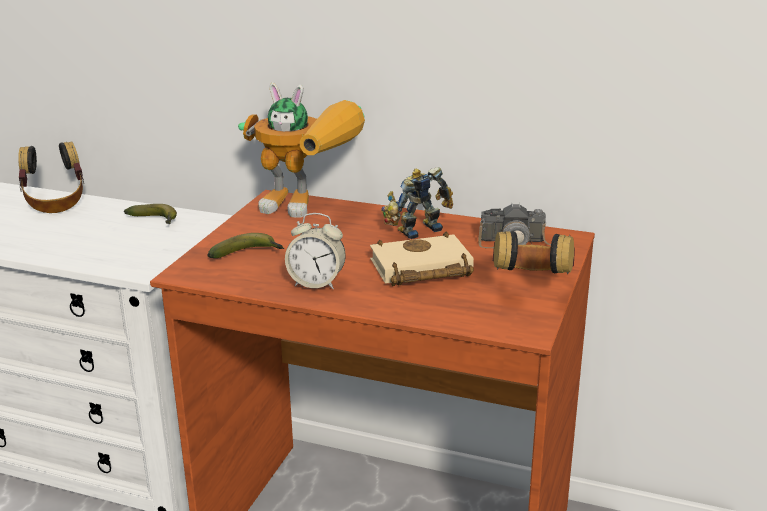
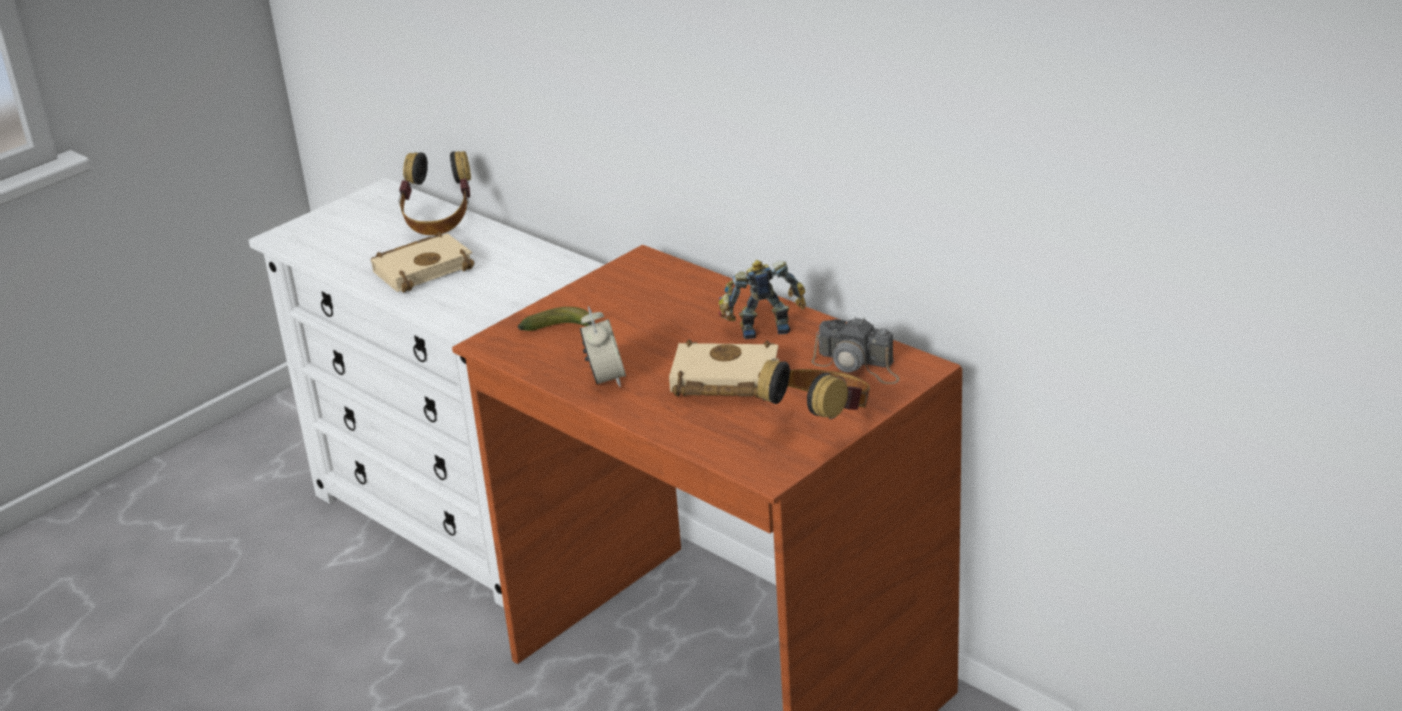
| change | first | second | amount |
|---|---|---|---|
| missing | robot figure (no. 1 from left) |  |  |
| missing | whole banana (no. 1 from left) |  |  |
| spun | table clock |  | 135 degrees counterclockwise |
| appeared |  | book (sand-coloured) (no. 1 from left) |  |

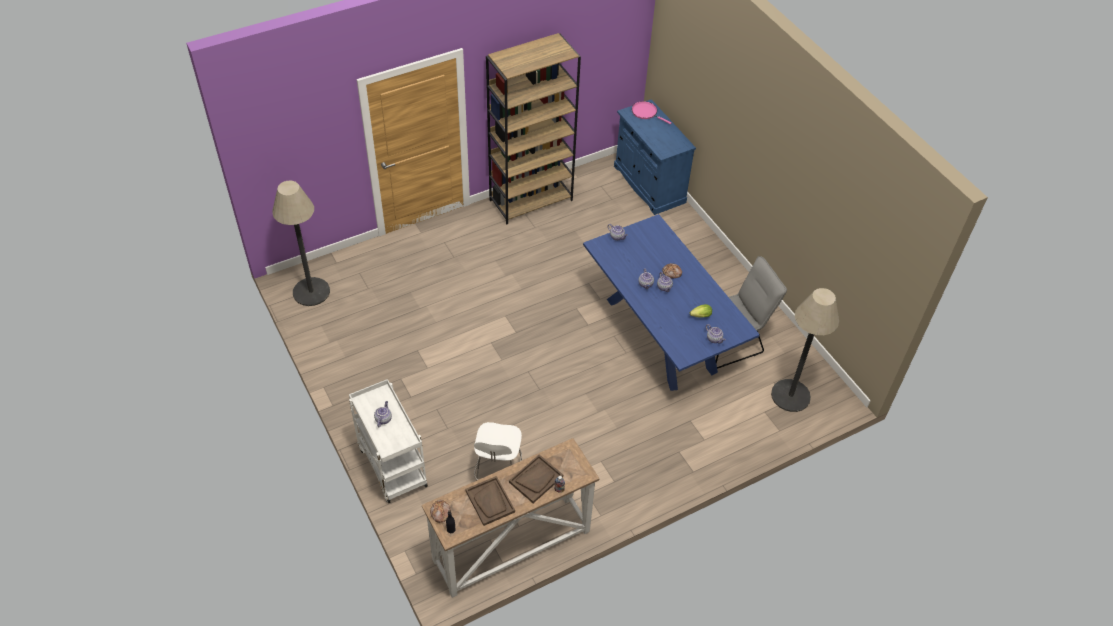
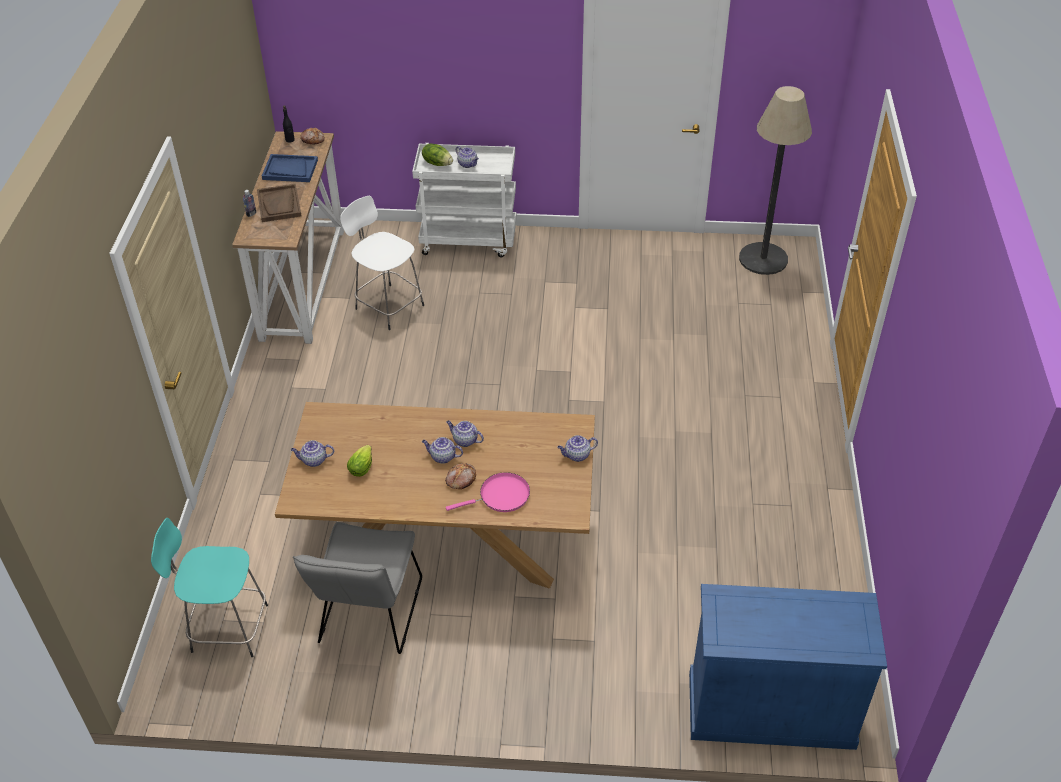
| change | first | second | amount |
|---|---|---|---|
| missing | bookcase (brown-coloured) |  |  |
| relocated | pan (pink) |  |  |
| colour | kitchen table (blue-coloured) | kitchen table (brown-coloured) |  |
| exchanged | standard lamp (no. 2 from left) | stool seat (turquoise) |  |
| colour | serving tray (brown-coloured) (no. 1 from left) | serving tray (blue-coloured) |  |
| appeared |  | lettuce (no. 2 from left) |  |

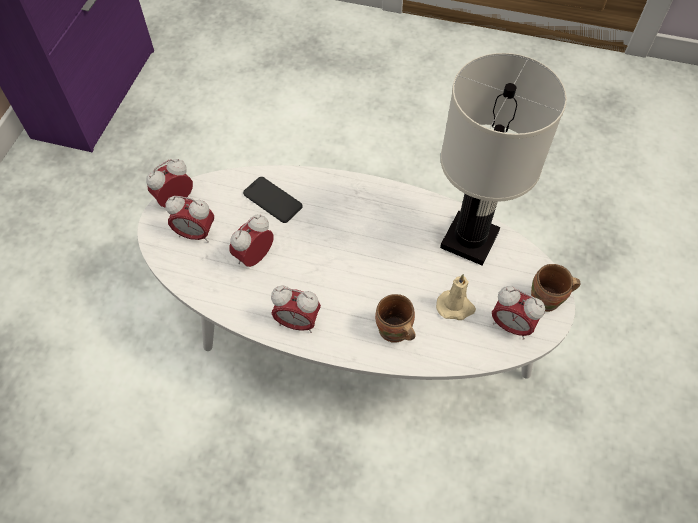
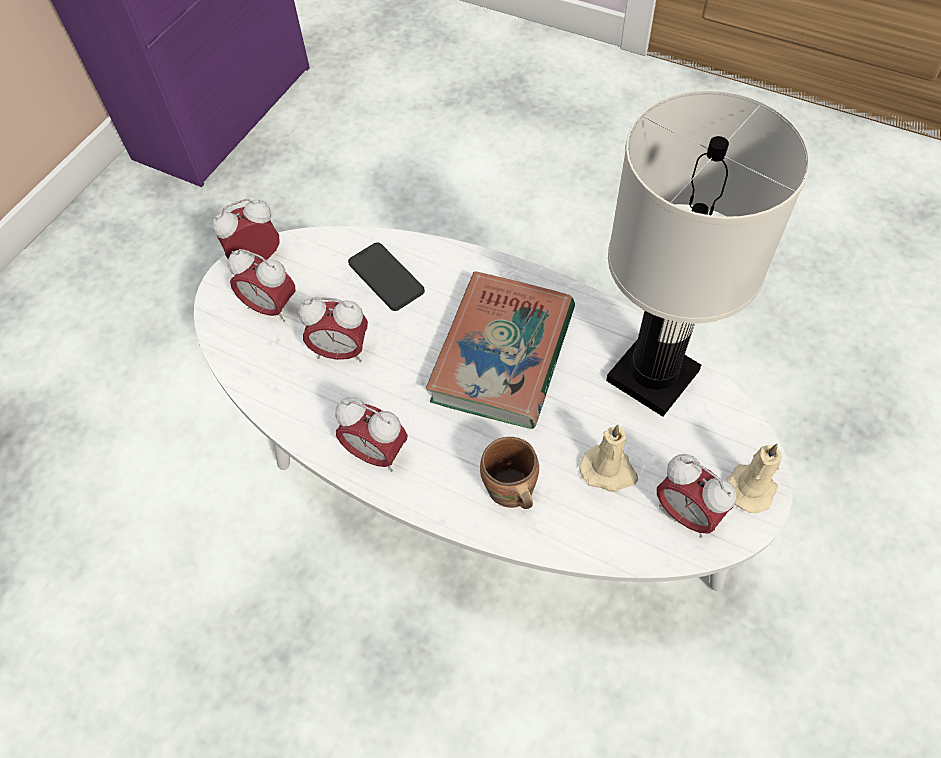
| change | first | second | amount |
|---|---|---|---|
| spun | table clock (no. 3 from left) |  | 135 degrees counterclockwise |
| exchanged | coffee mug (brown-coloured) (no. 2 from left) | wax candle (sand-coloured) (no. 2 from left) |  |
| appeared |  | book |  |

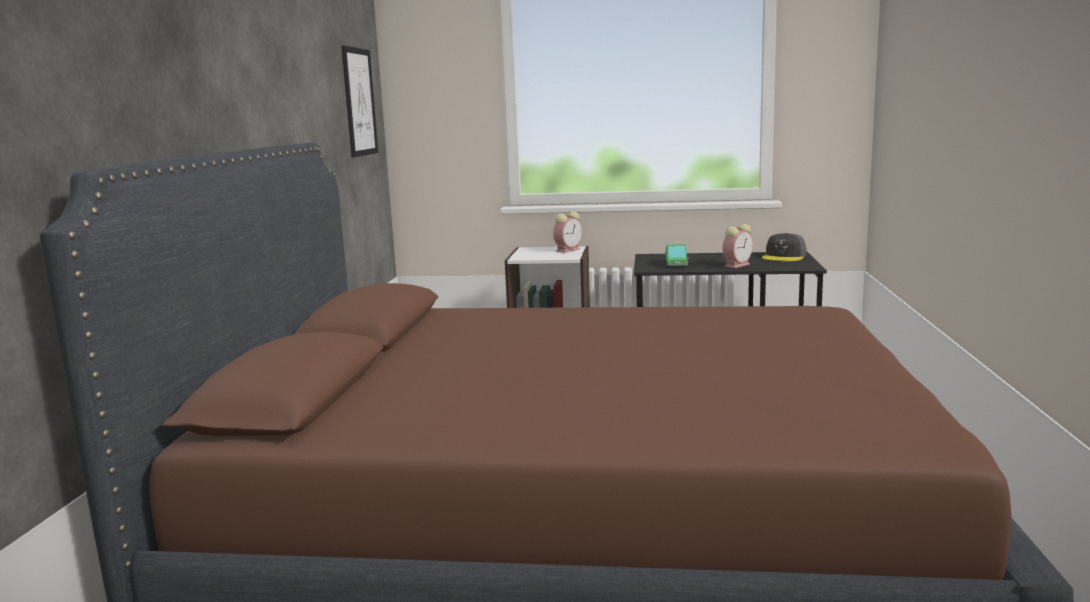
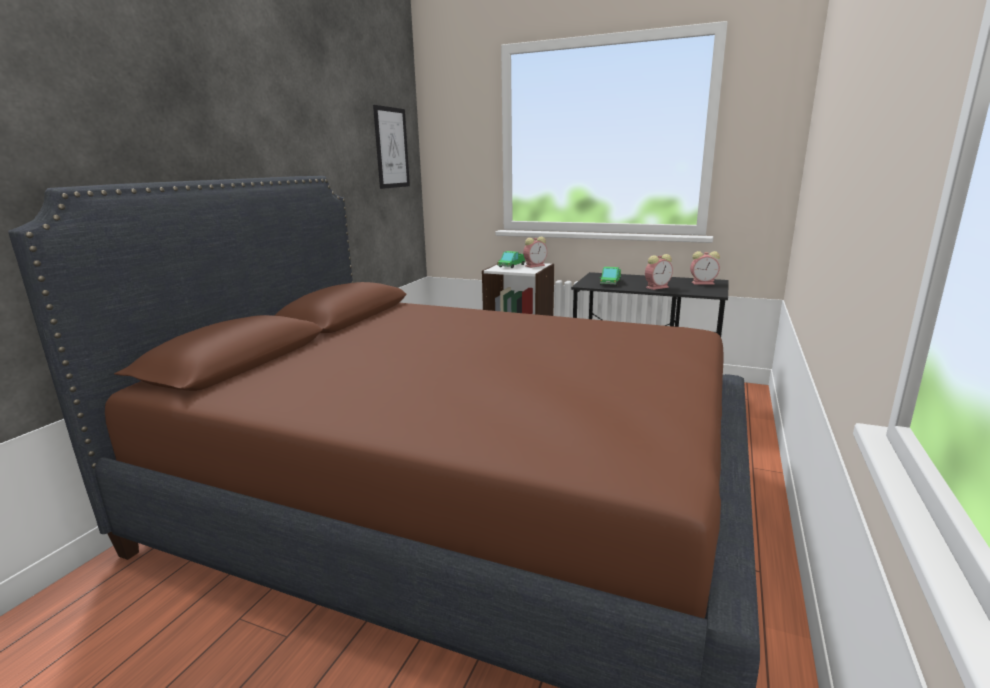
| change | first | second | amount |
|---|---|---|---|
| exchanged | baseball cap (grey) | table clock (no. 3 from left) |  |
| appeared |  | model truck (no. 1 from left) |  |

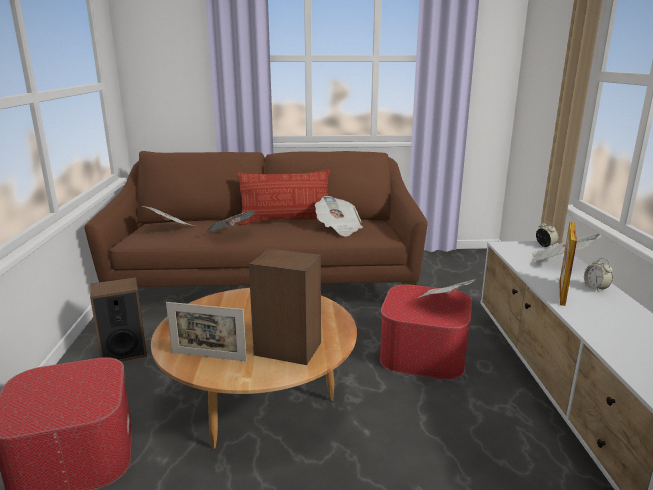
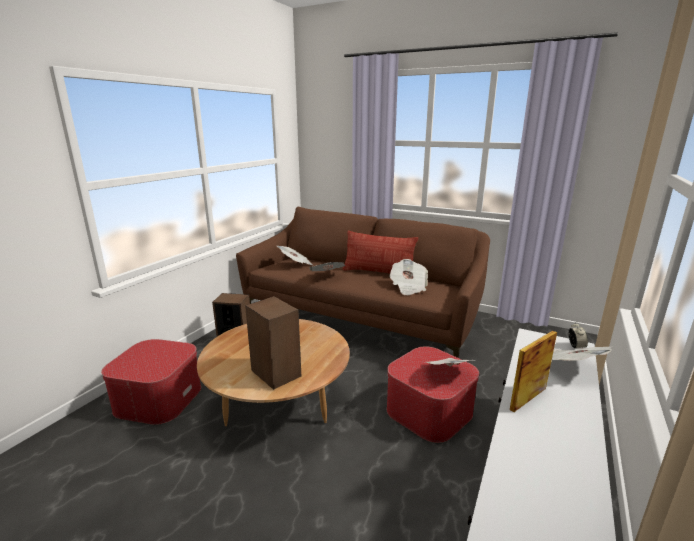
| change | first | second | amount |
|---|---|---|---|
| missing | table clock (no. 2 from left) |  |  |
| missing | photo frame (no. 1 from left) |  |  |

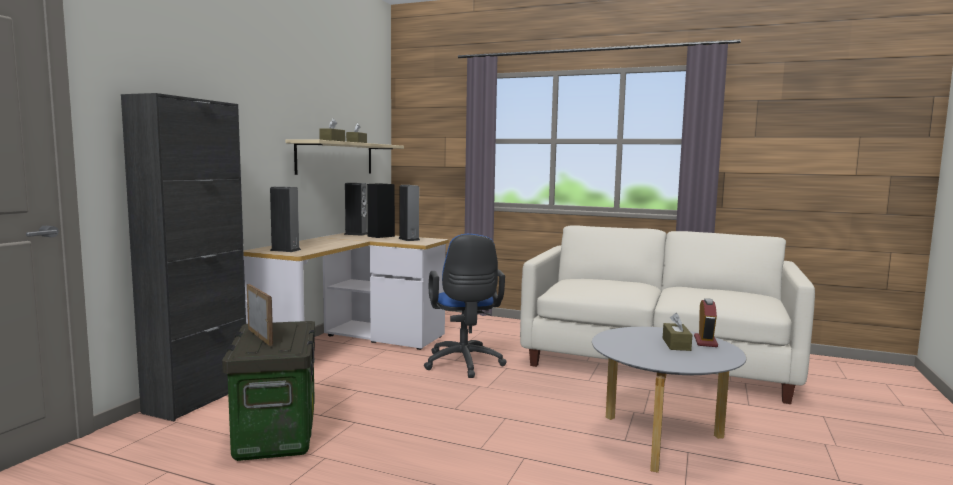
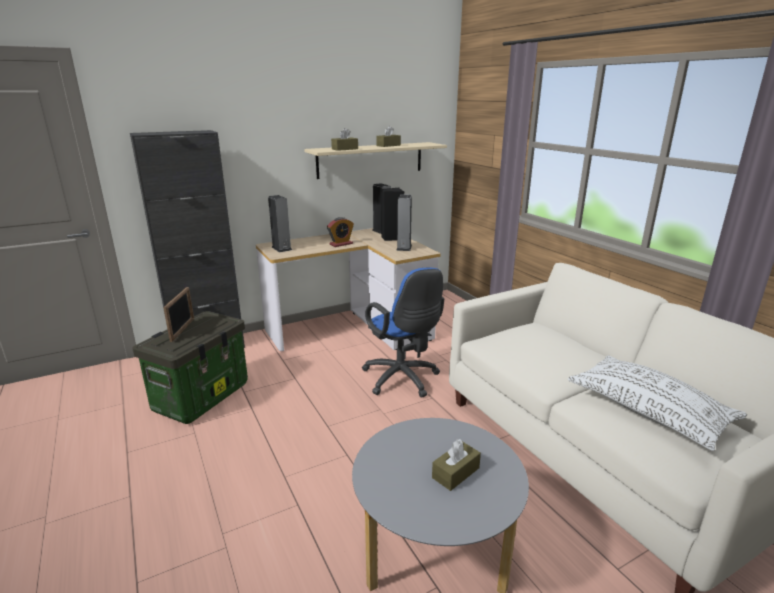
| change | first | second | amount |
|---|---|---|---|
| spun | office chair (blue-coloured) |  | 60 degrees counterclockwise |
| relocated | table clock |  |  |
| appeared |  | cushion (whitish) |  |

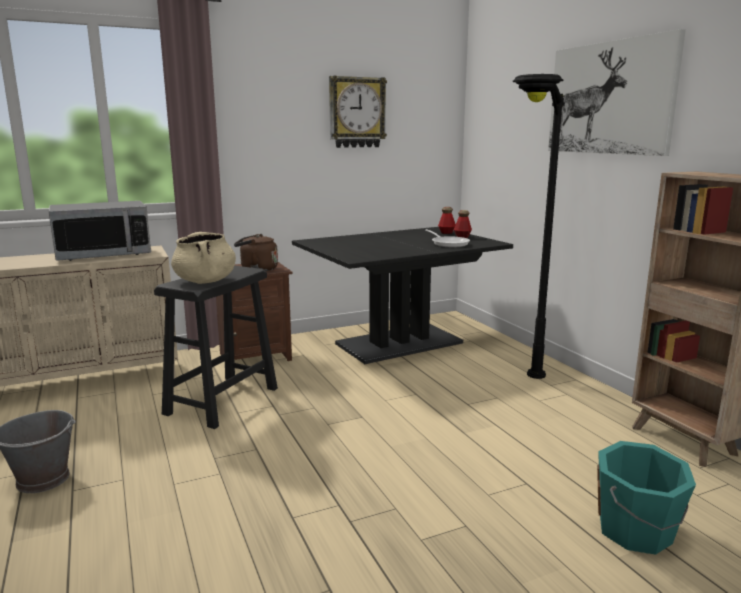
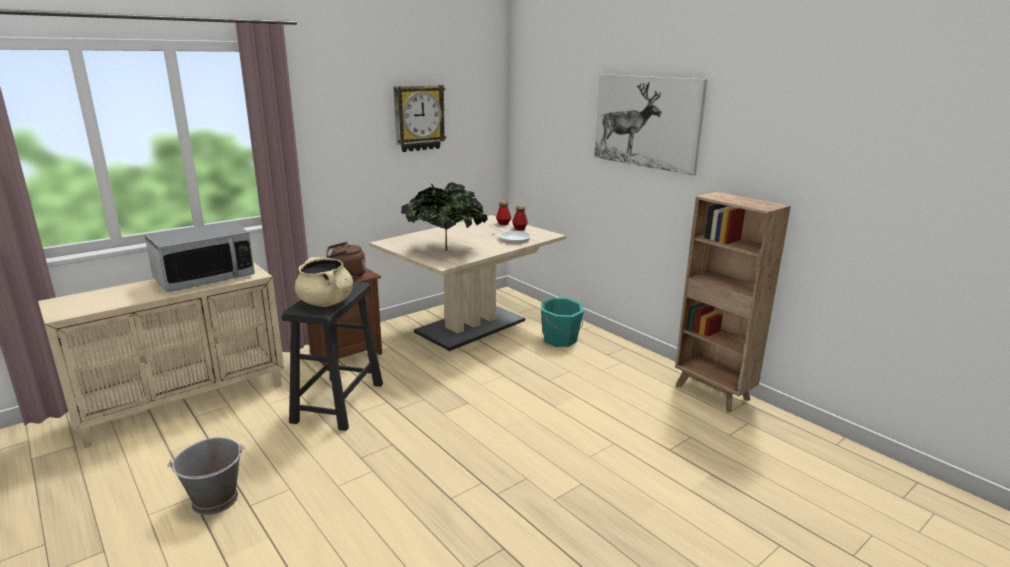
| change | first | second | amount |
|---|---|---|---|
| missing | standard lamp (black-coloured) |  |  |
| colour | kitchen table (black-coloured) | kitchen table (sand-coloured) |  |
| relocated | water bucket (turquoise) |  |  |
| appeared |  | potted plant |  |

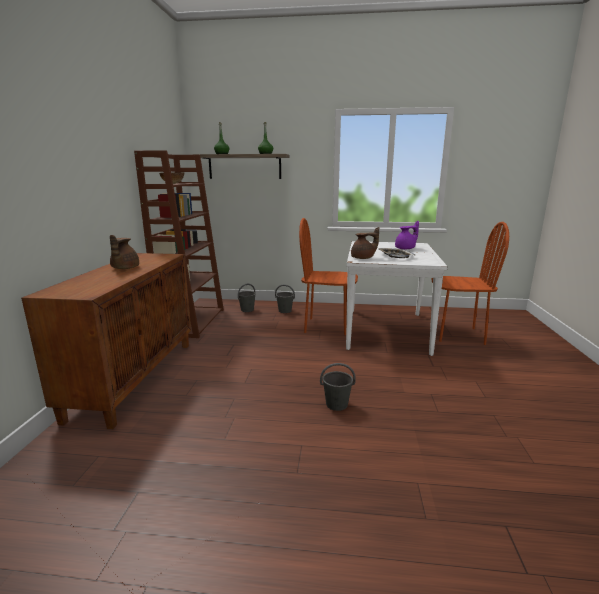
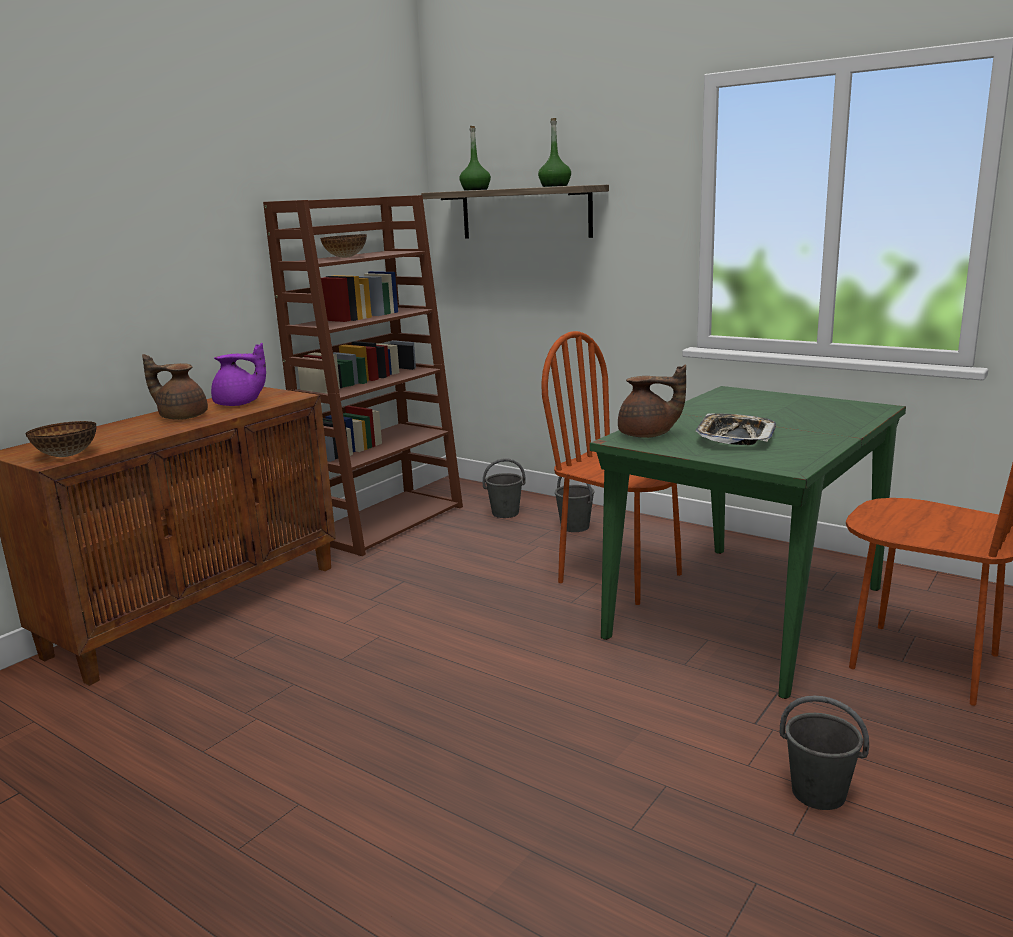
| change | first | second | amount |
|---|---|---|---|
| relocated | tea pot (purple-coloured) |  |  |
| spun | tea pot (brown-coloured) (no. 1 from left) |  | 75 degrees clockwise |
| colour | kitchen table (whitish) | kitchen table (greenish) |  |
| relocated | water bucket (grey) (no. 3 from left) |  |  |
| appeared |  | bowl (no. 1 from left) |  |

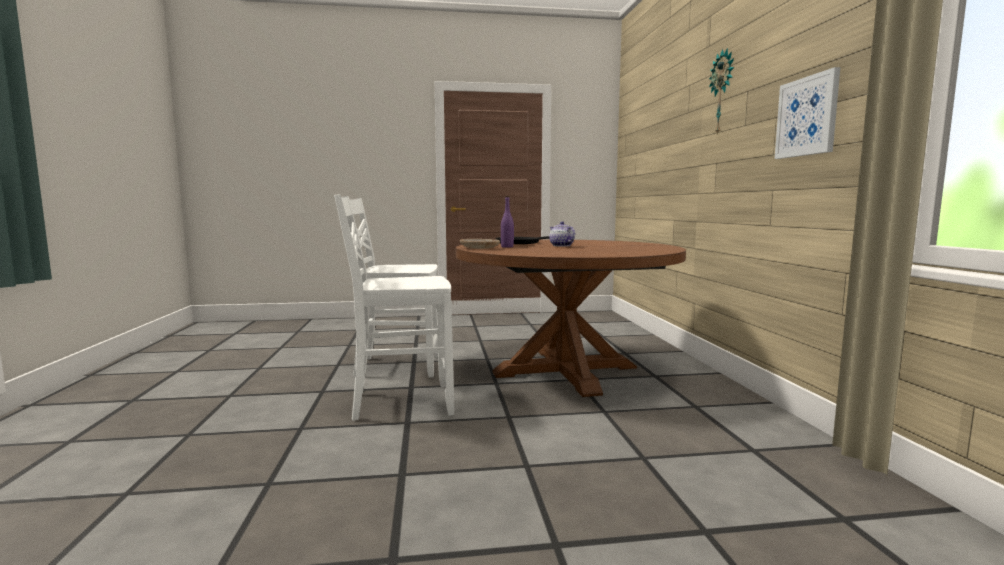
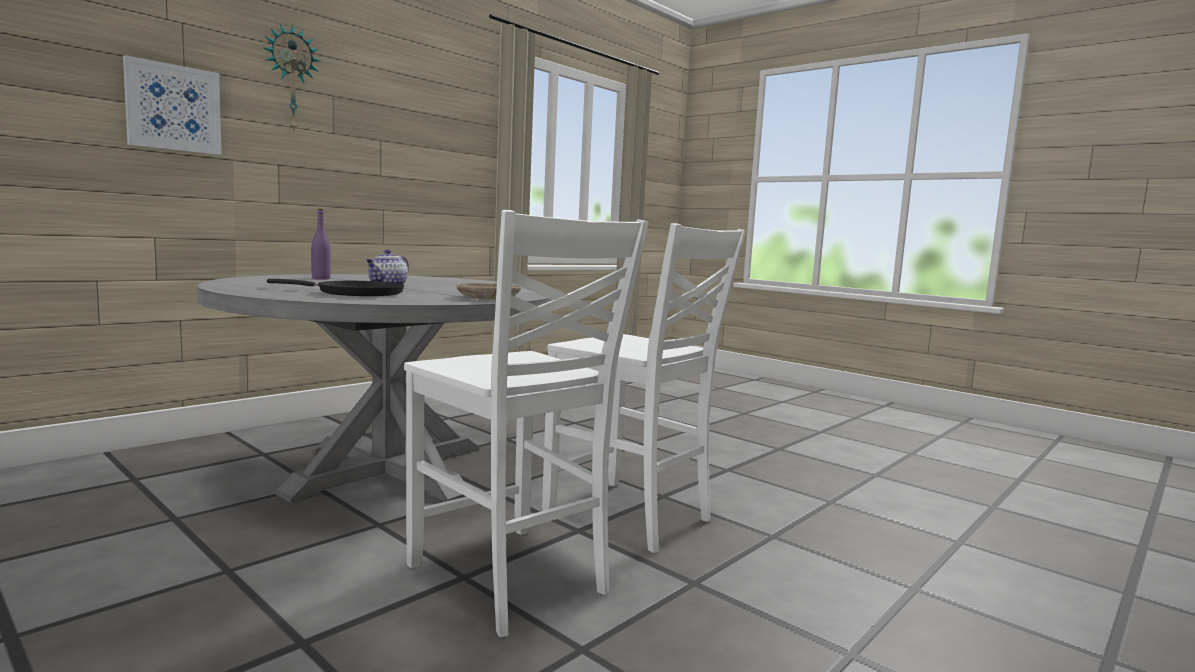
| change | first | second | amount |
|---|---|---|---|
| relocated | wall art |  |  |
| relocated | bottle (purple-coloured) |  |  |
| colour | kitchen table (brown-coloured) | kitchen table (grey) |  |

